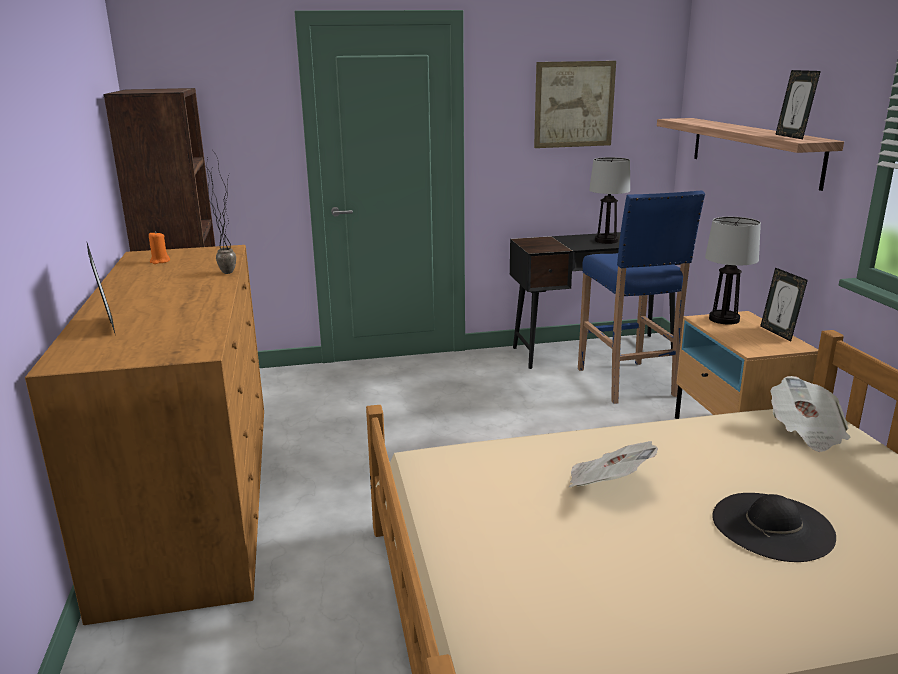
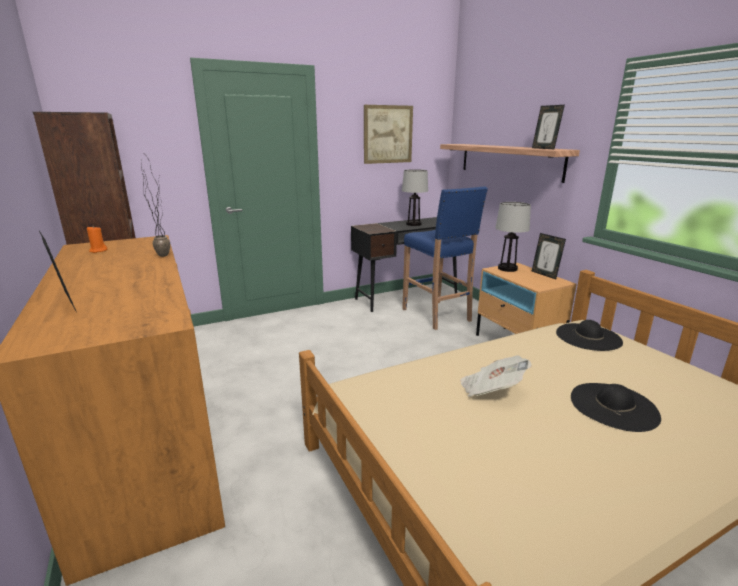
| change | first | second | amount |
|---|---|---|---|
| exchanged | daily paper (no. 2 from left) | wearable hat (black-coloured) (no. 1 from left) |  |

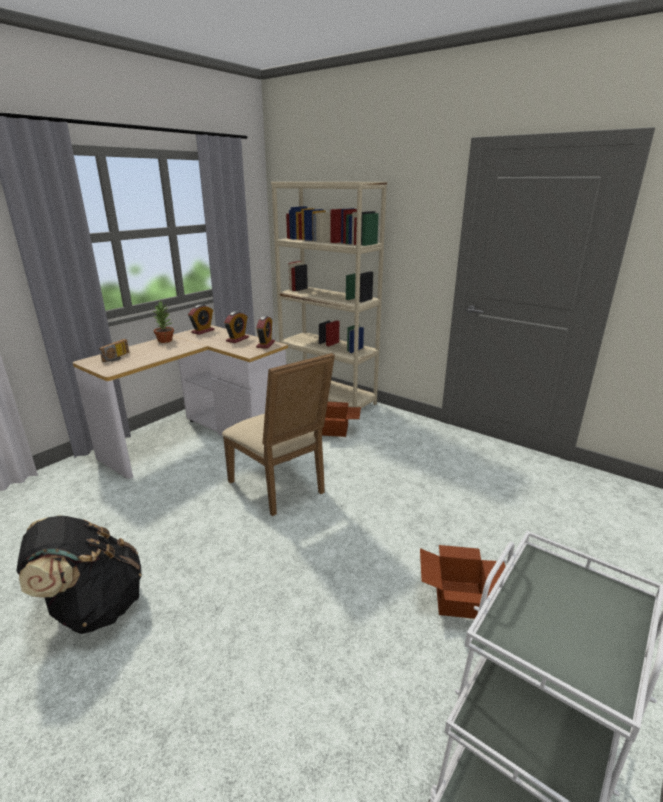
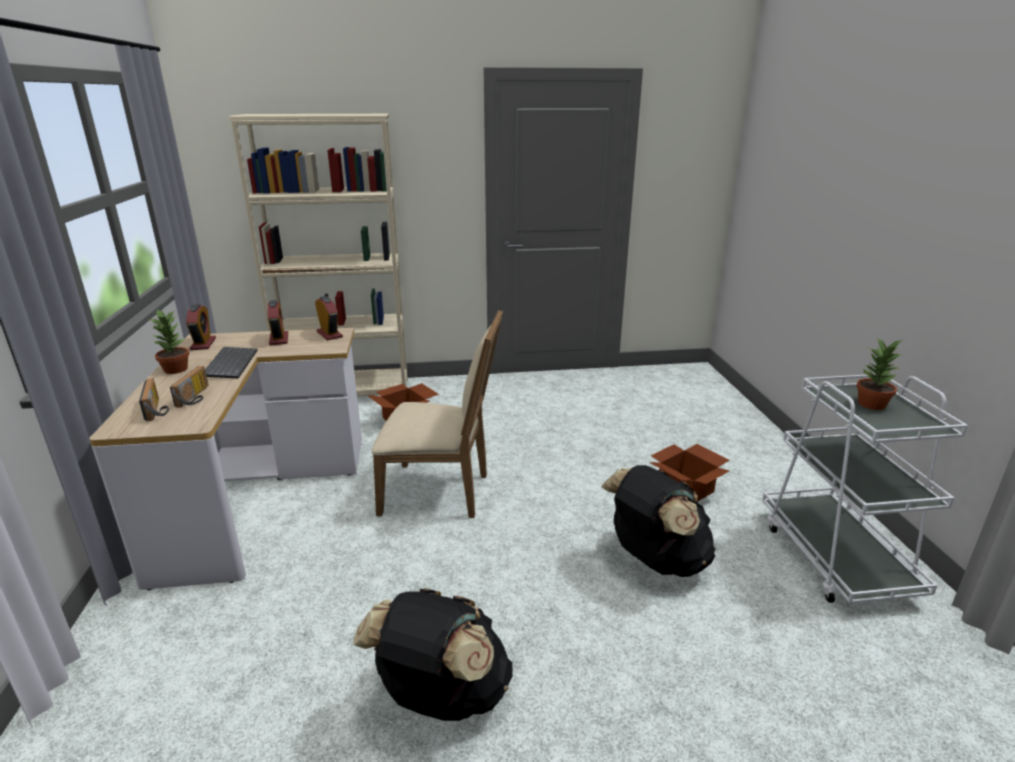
| change | first | second | amount |
|---|---|---|---|
| appeared |  | potted plant (no. 2 from left) |  |
| appeared |  | computer keyboard |  |
| appeared |  | radio set (no. 2 from left) |  |
| appeared |  | rucksack (black-coloured) (no. 2 from left) |  |

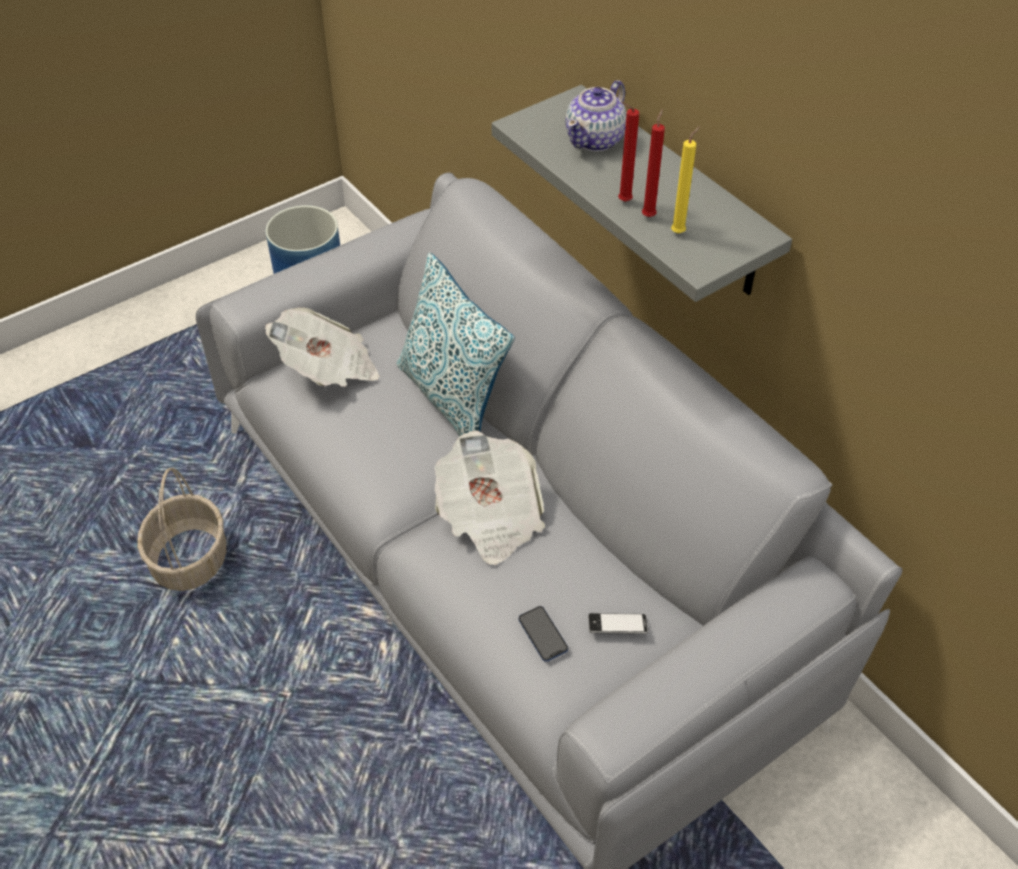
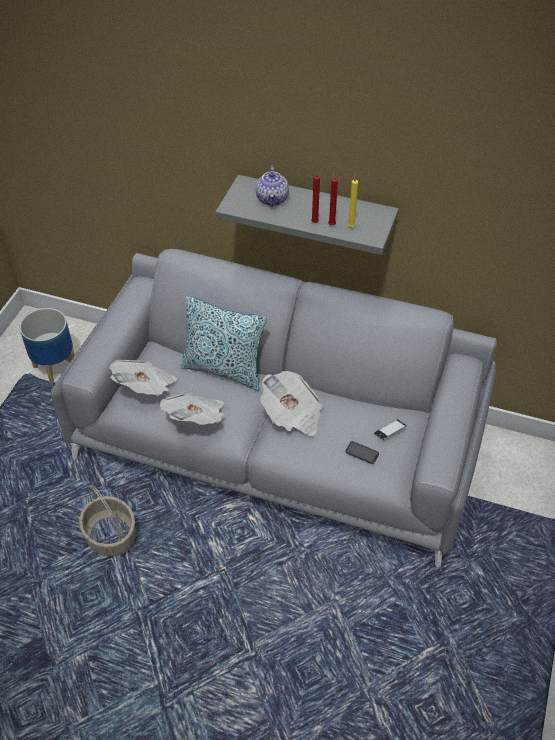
| change | first | second | amount |
|---|---|---|---|
| appeared |  | daily paper (no. 2 from left) |  |

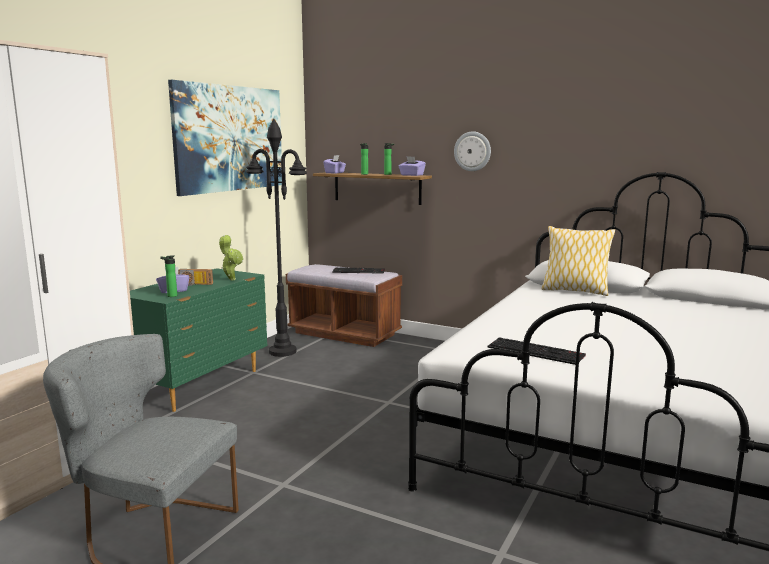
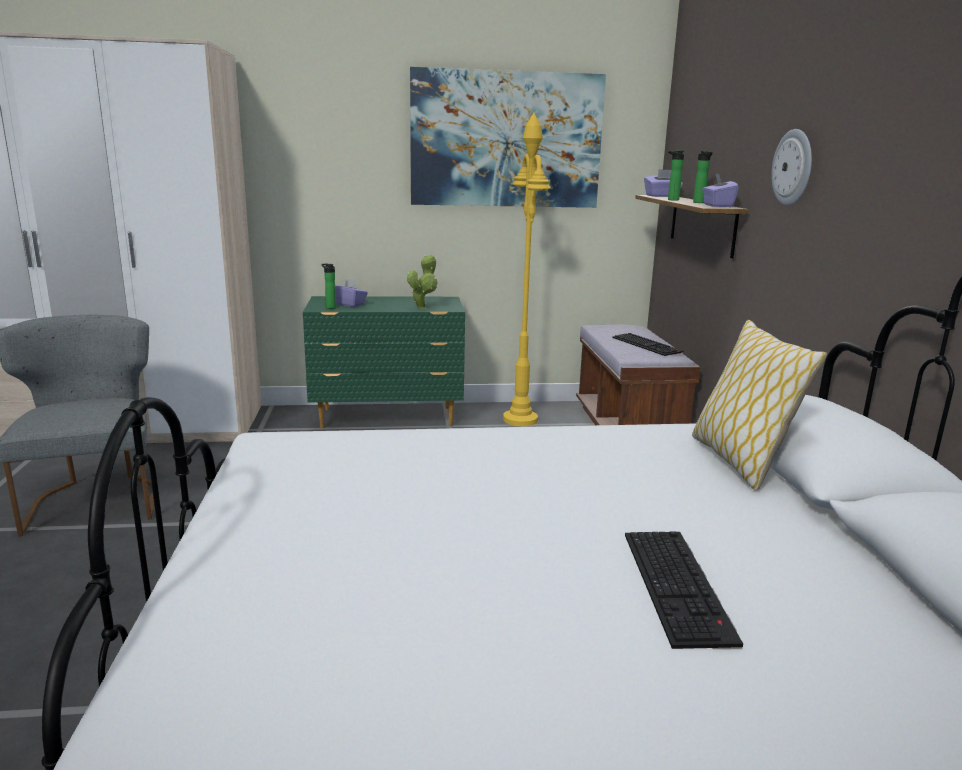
| change | first | second | amount |
|---|---|---|---|
| colour | standard lamp (black-coloured) | standard lamp (yellowish) |  |
| missing | radio set |  |  |
| relocated | computer keyboard (no. 2 from left) |  |  |

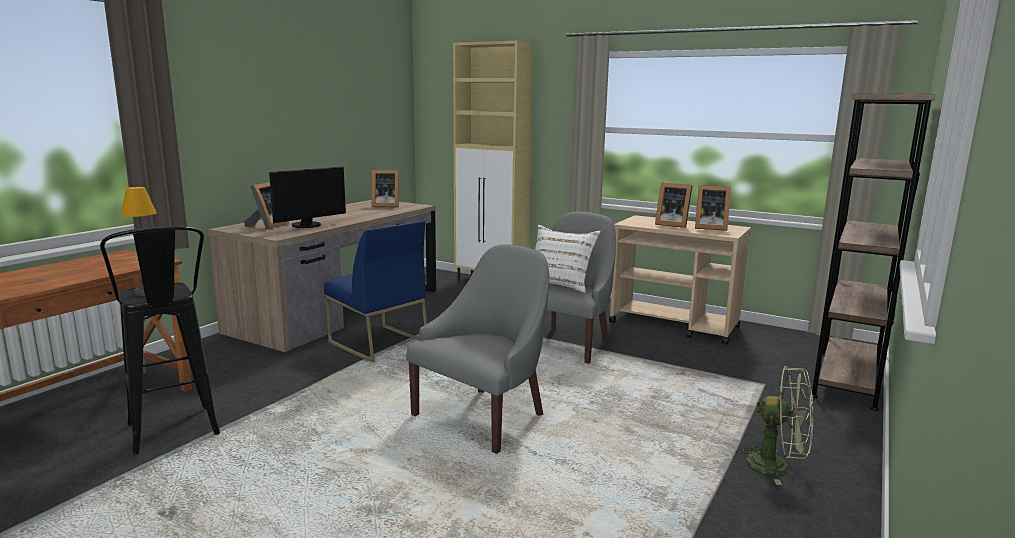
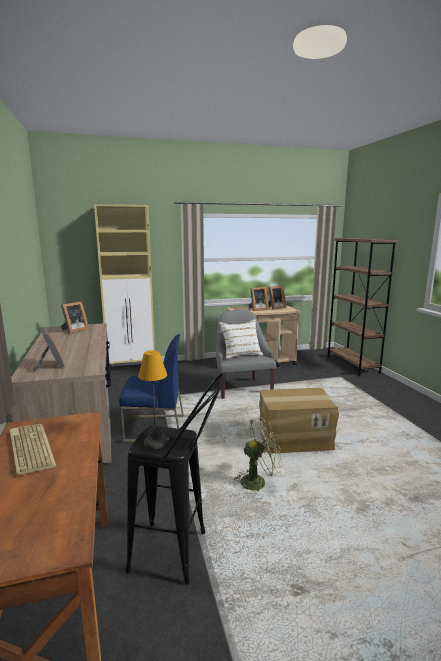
| change | first | second | amount |
|---|---|---|---|
| missing | computer screen |  |  |
| exchanged | lounge chair (grey) (no. 1 from left) | packing box |  |
| relocated | fan (greenish) |  |  |
| appeared |  | computer keyboard |  |

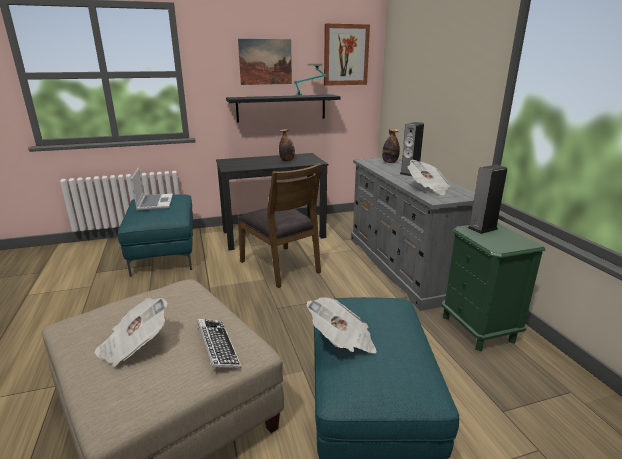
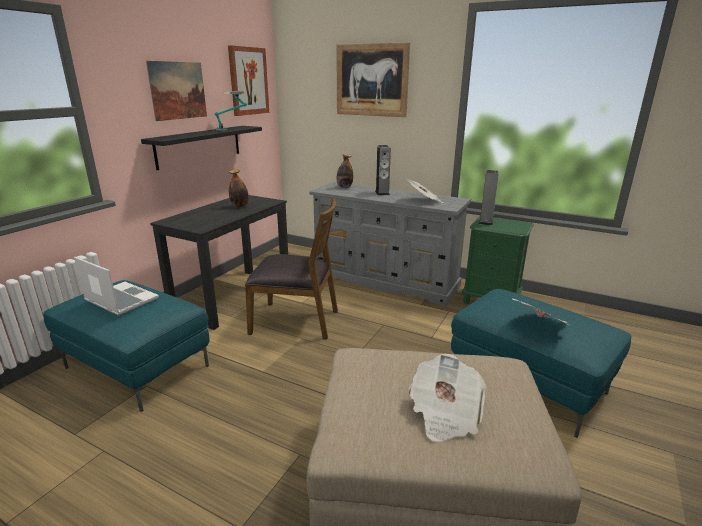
| change | first | second | amount |
|---|---|---|---|
| missing | computer keyboard |  |  |
| appeared |  | wall art (no. 3 from left) |  |

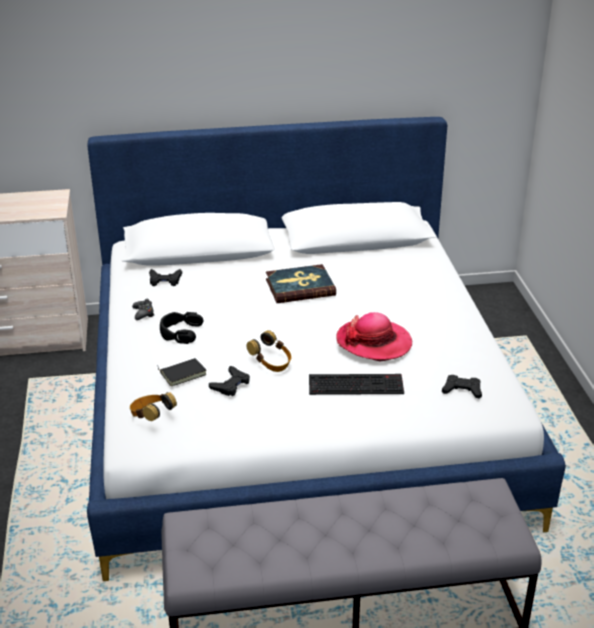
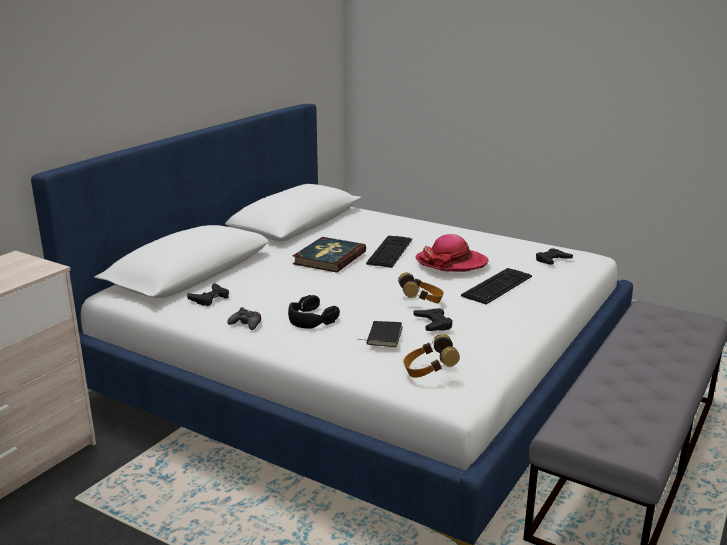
| change | first | second | amount |
|---|---|---|---|
| appeared |  | computer keyboard (no. 1 from left) |  |

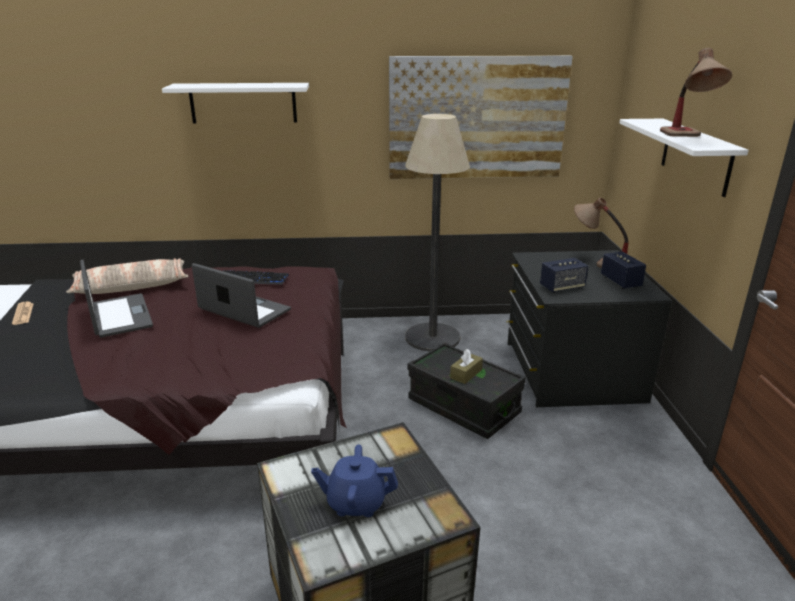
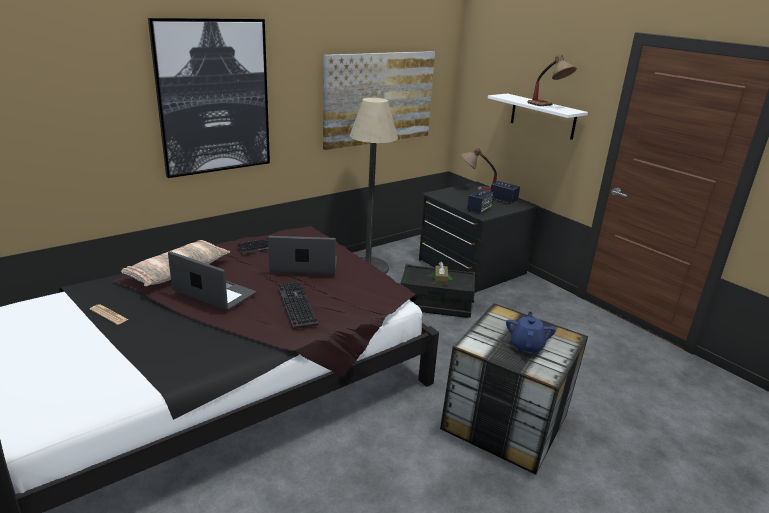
| change | first | second | amount |
|---|---|---|---|
| exchanged | wall shelf (whitish) (no. 1 from left) | wall art (no. 1 from left) |  |
| spun | tea pot (blue-coloured) |  | 135 degrees clockwise |
| appeared |  | computer keyboard (no. 2 from left) |  |

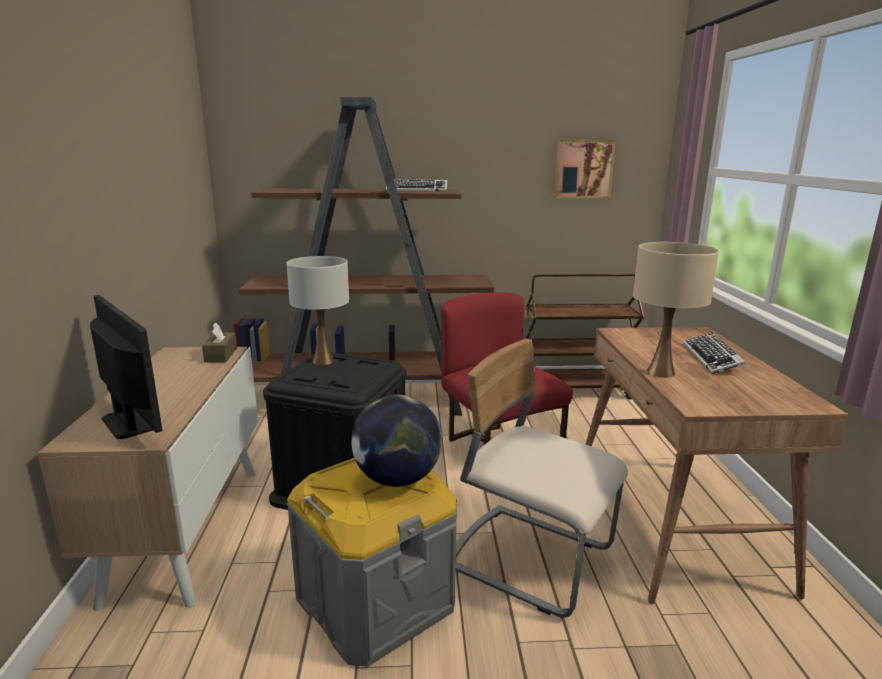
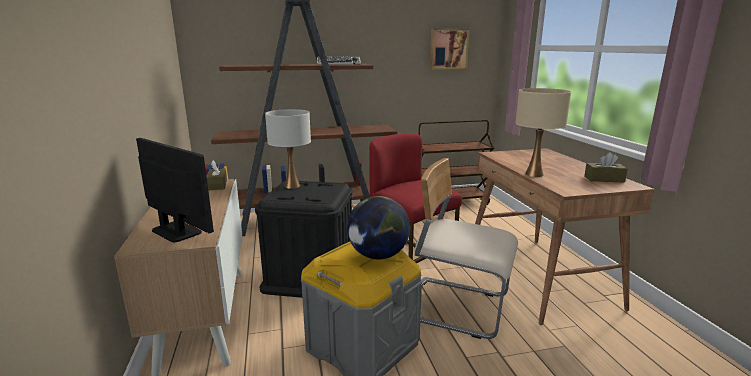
| change | first | second | amount |
|---|---|---|---|
| missing | computer keyboard (no. 2 from left) |  |  |
| appeared |  | tissue holder (brown-coloured) (no. 2 from left) |  |

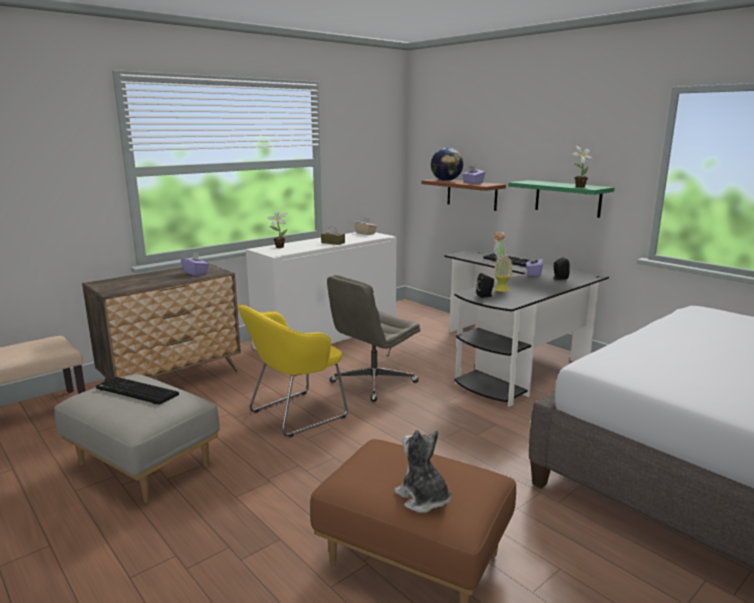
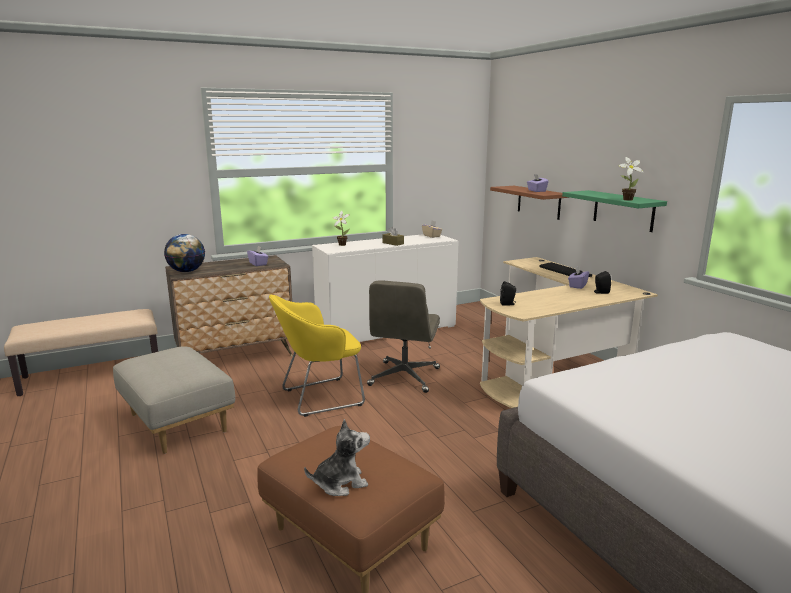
| change | first | second | amount |
|---|---|---|---|
| relocated | globe |  |  |
| missing | potted plant (no. 2 from left) |  |  |
| colour | desk unit (black-coloured) | desk unit (sand-coloured) |  |
| spun | office chair (grey) |  | 45 degrees counterclockwise |
| missing | computer keyboard (no. 1 from left) |  |  |
| spun | cuddly toy |  | 90 degrees clockwise |

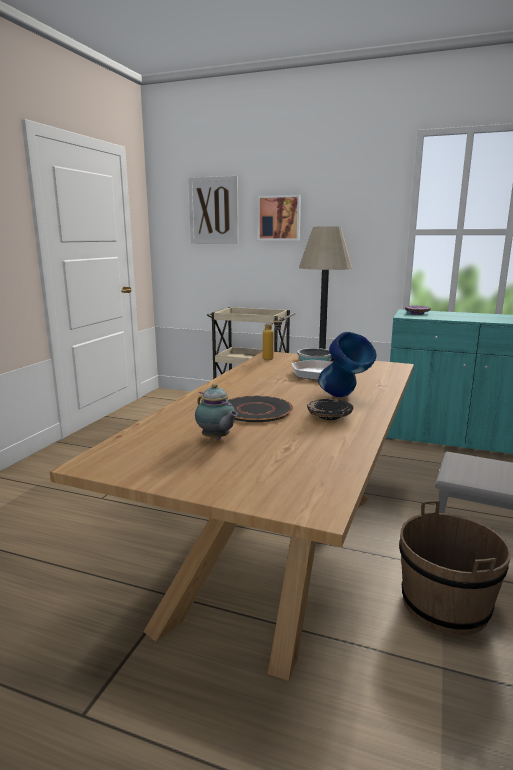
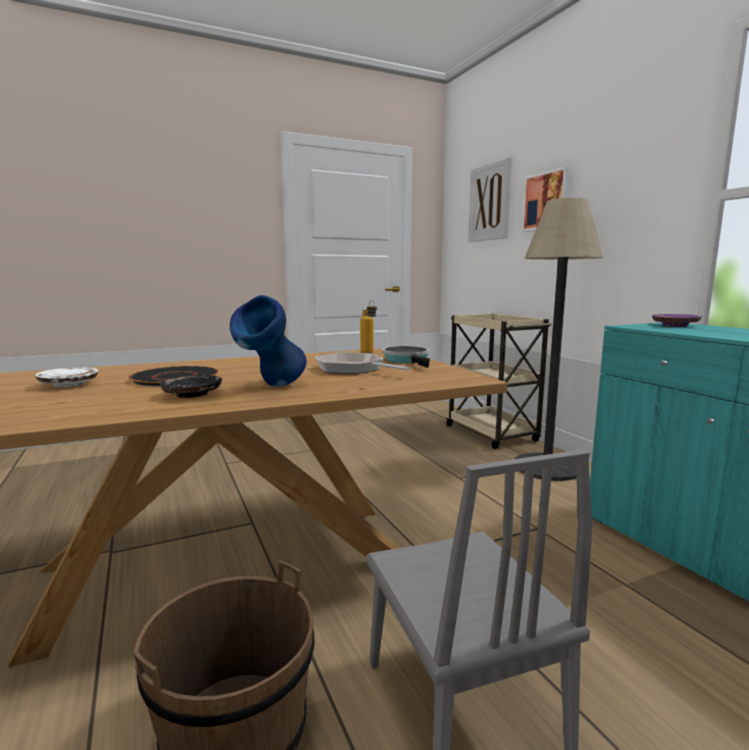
| change | first | second | amount |
|---|---|---|---|
| exchanged | tea pot | plate (whitish) |  |

